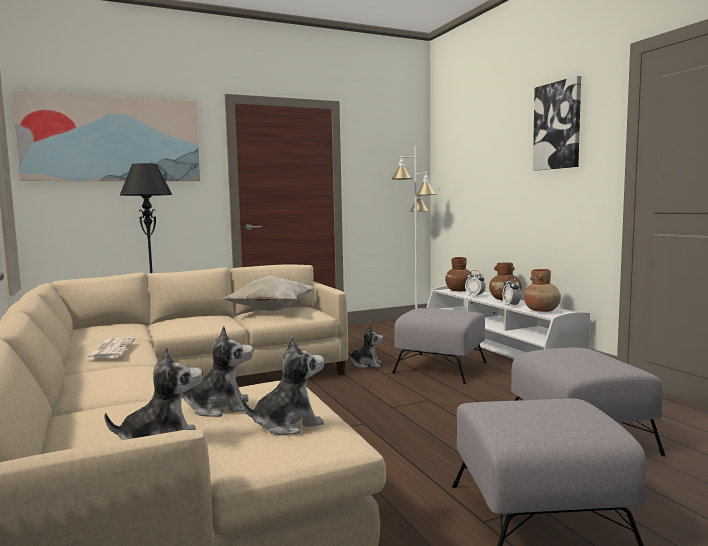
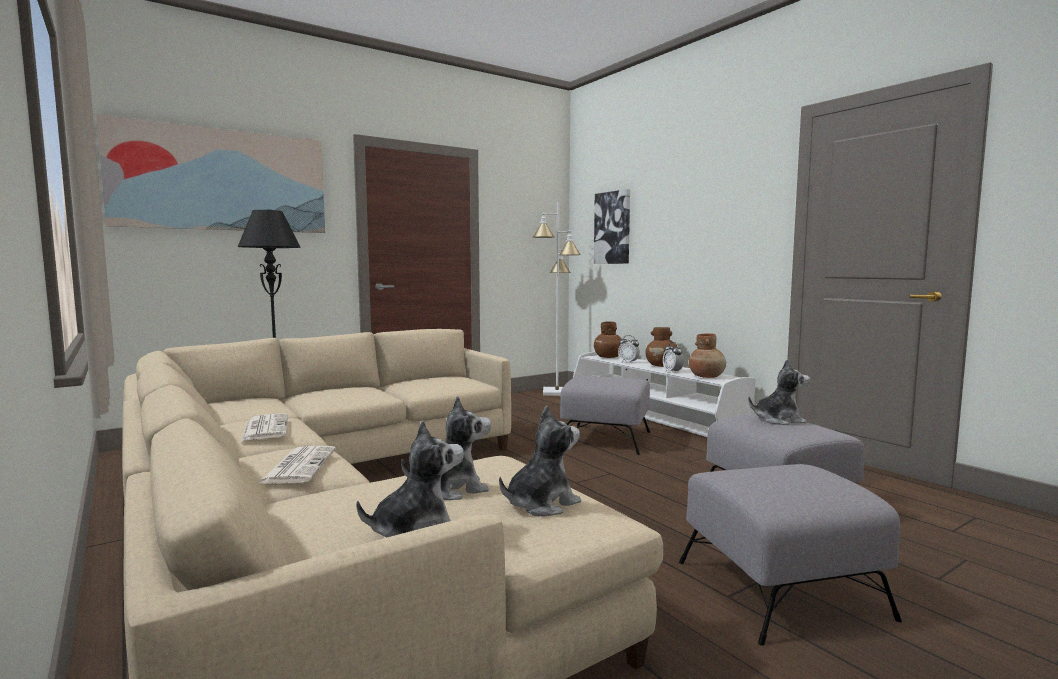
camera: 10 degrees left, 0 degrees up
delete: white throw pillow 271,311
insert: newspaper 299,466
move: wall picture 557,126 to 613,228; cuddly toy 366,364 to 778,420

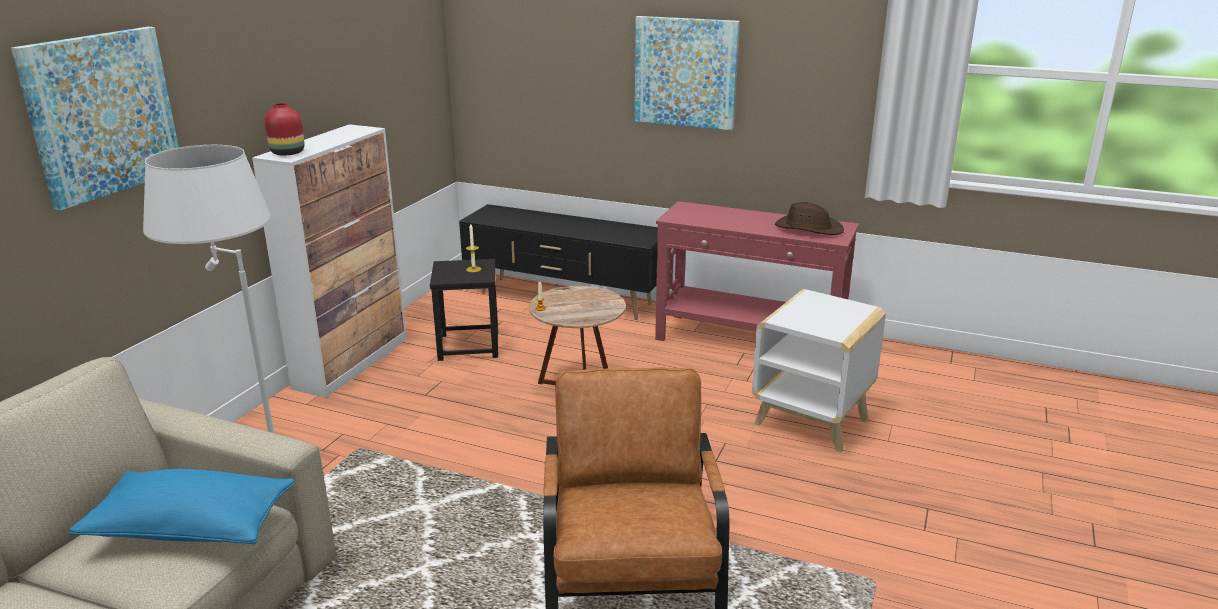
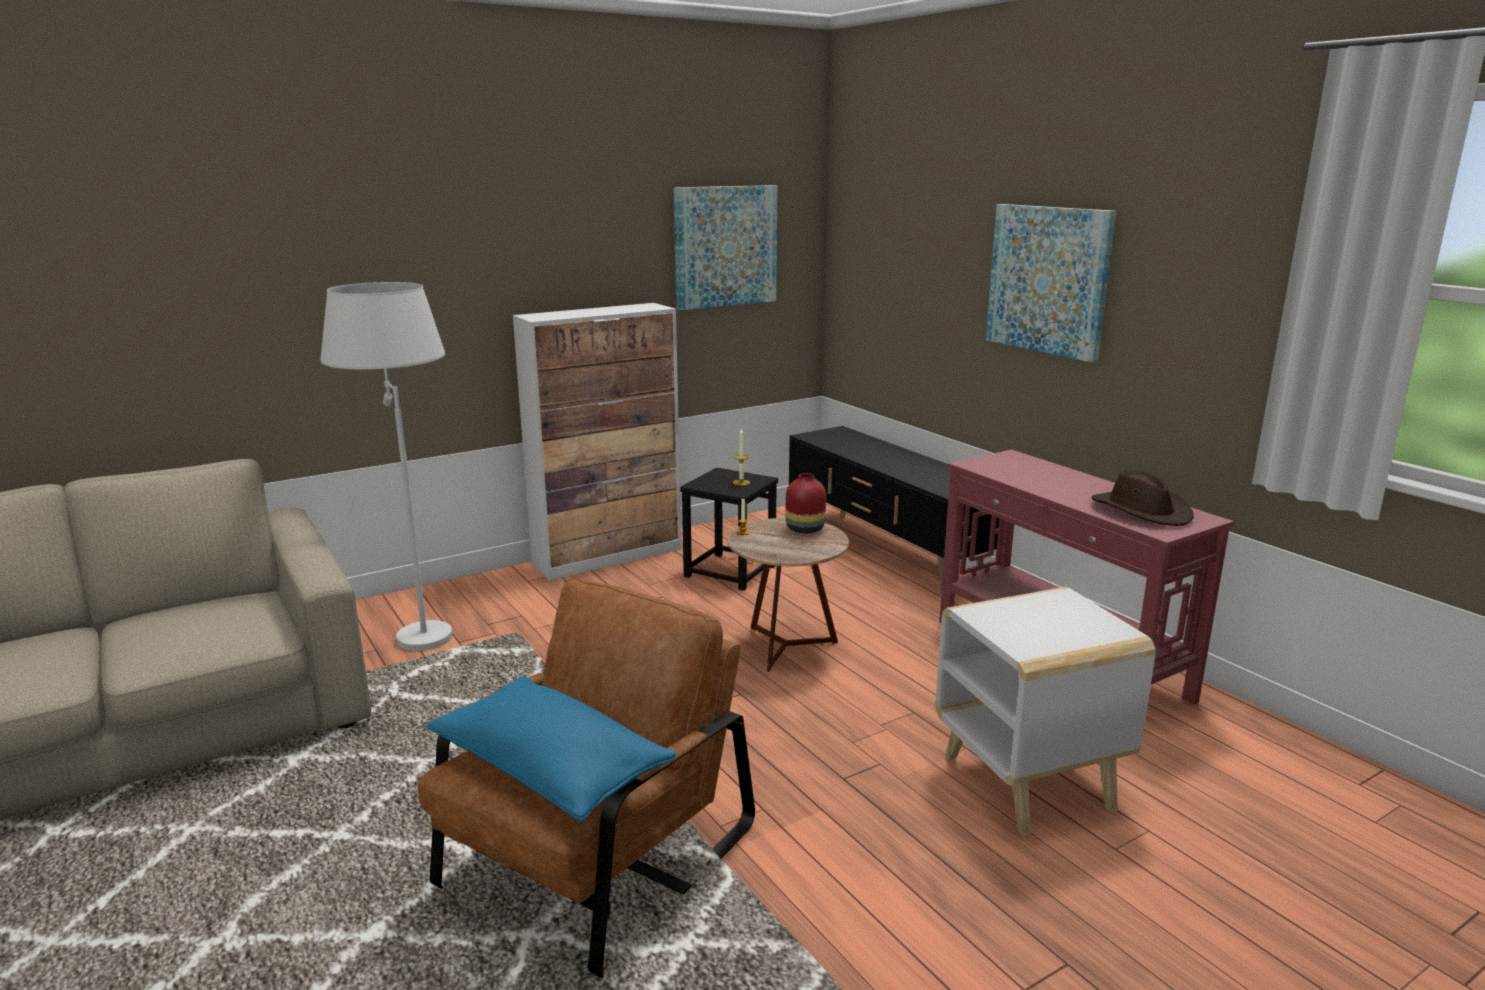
camera: 35 degrees right, 5 degrees down
move: wall picture 102,114 to 725,246; red decorative vase 287,153 to 805,528; blue throw pillow 192,528 to 551,770

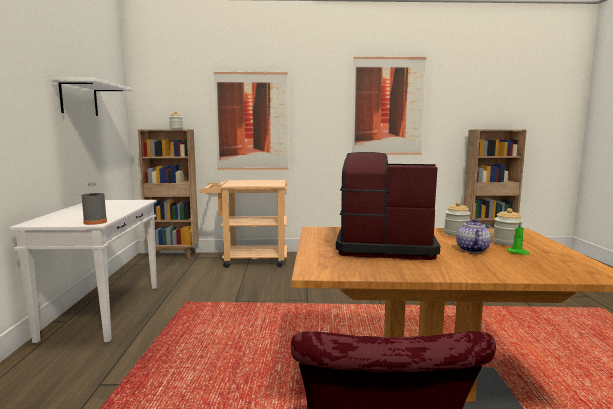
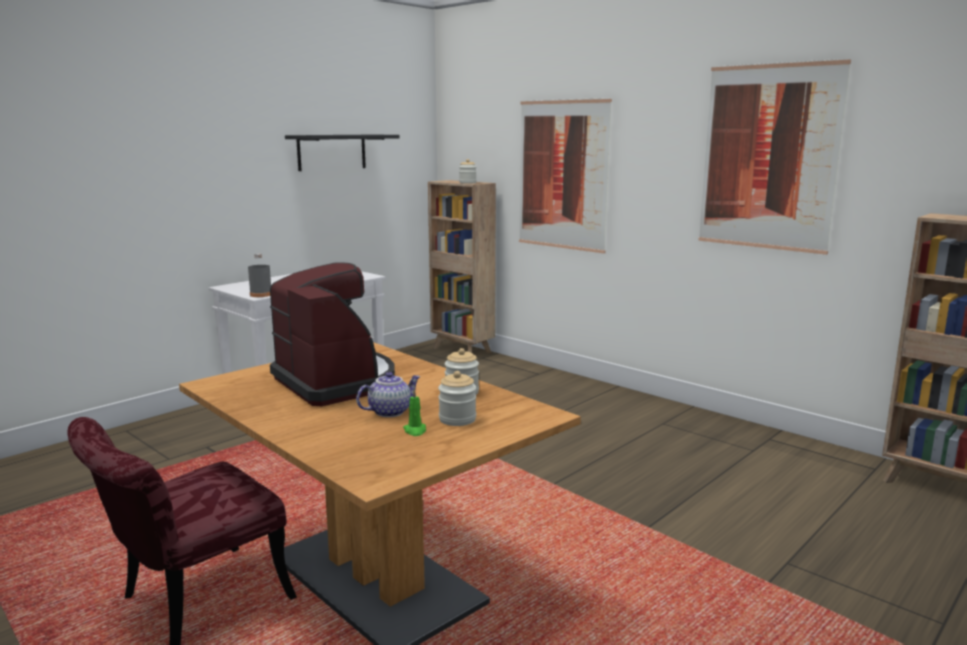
camera: 45 degrees right, 5 degrees up
delete: sand-coloured cart 248,260
recolor: white shelf 79,99 to blackish shelf 332,152

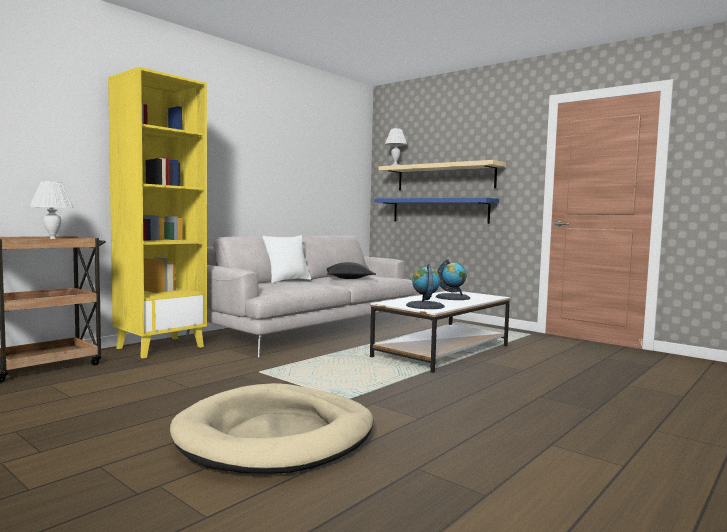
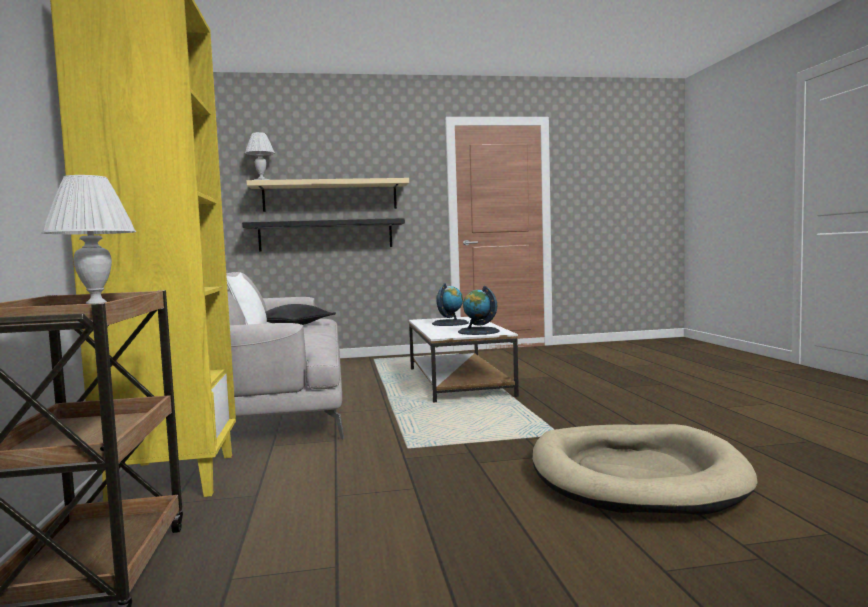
camera: 50 degrees left, 0 degrees up
recolor: blue shelf 439,210 to blackish shelf 326,235

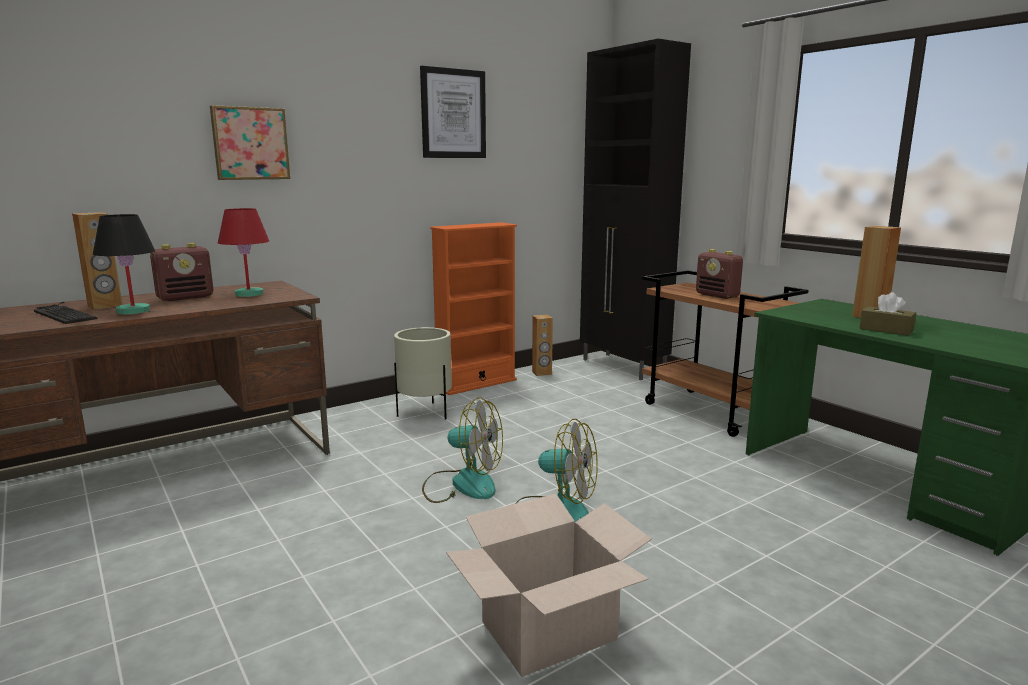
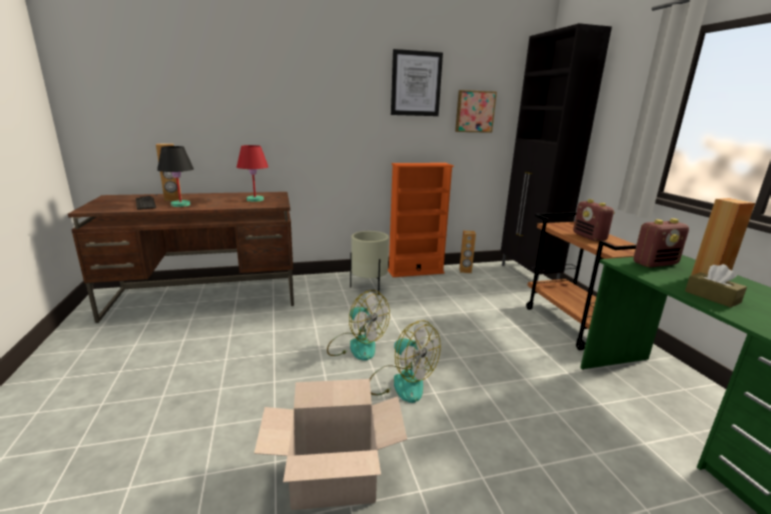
camera: 20 degrees right, 5 degrees up
move: wall picture 250,143 to 474,111; radio receiver 186,297 to 655,264

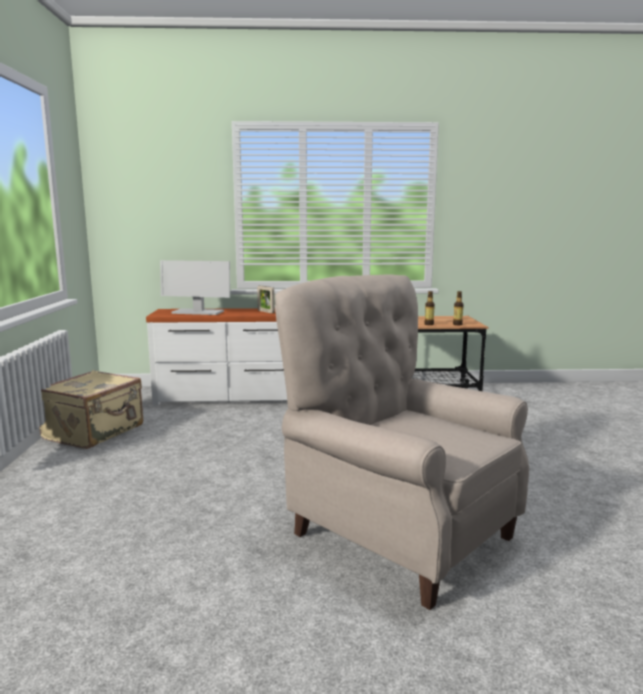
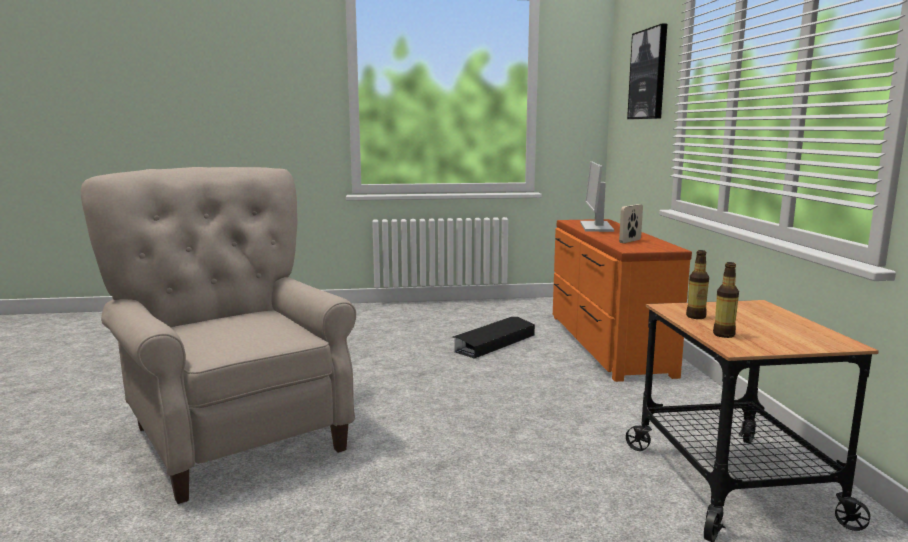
camera: 85 degrees right, 0 degrees up
delete: sand-coloured piece of luggage 95,432
insert: wall picture 648,74; blackish storage container 493,343
recolor: white drawer chest 232,398 to orangey drawer chest 606,344
rotate: sand-coloured armchair 393,532 = 234,435 75 degrees counterclockwise

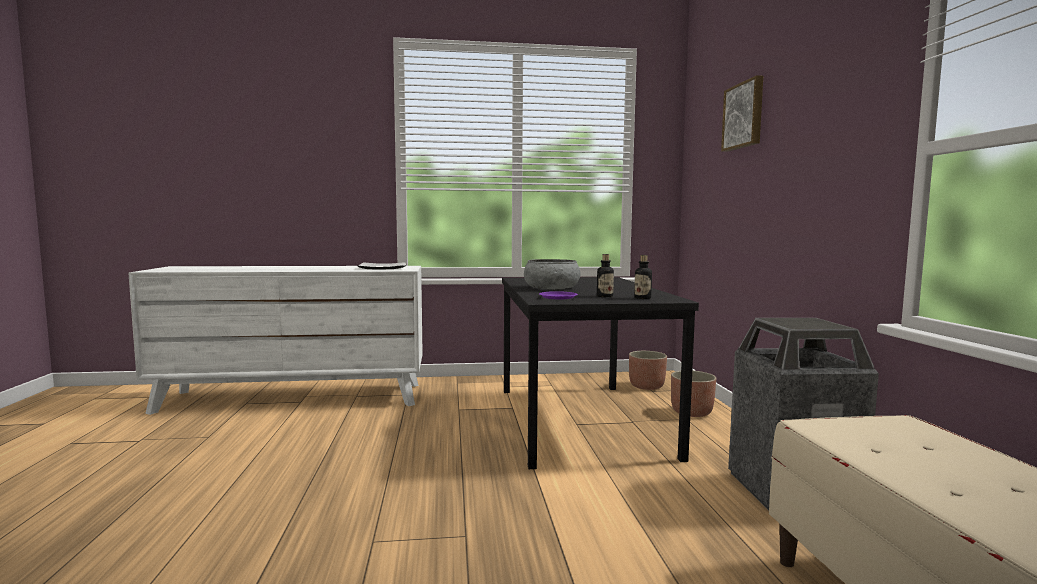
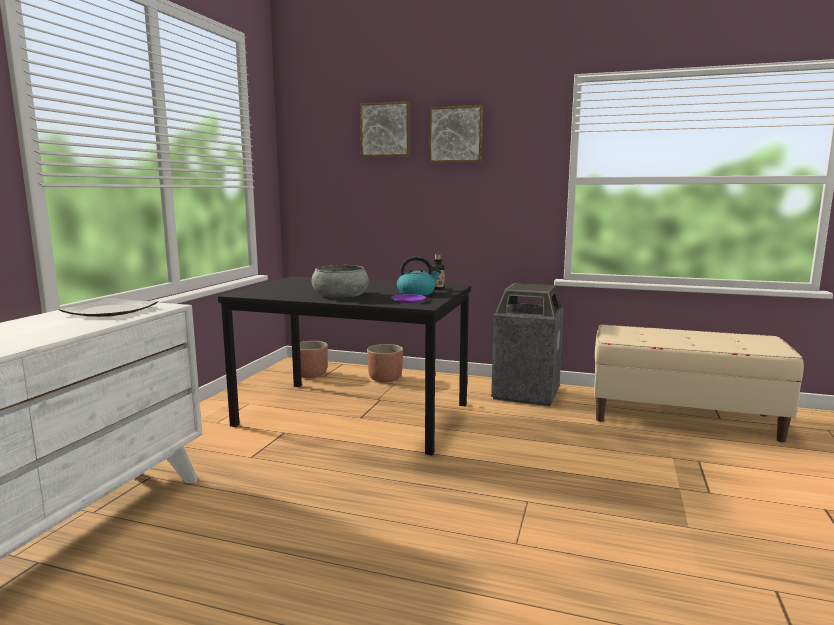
camera: 65 degrees left, 5 degrees up
insert: wall picture 456,134
replace: beverage bottle 604,296 to tea kettle 417,293

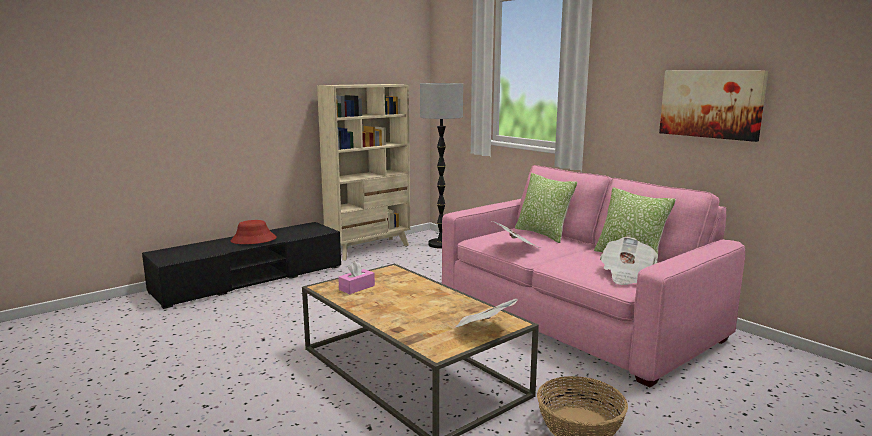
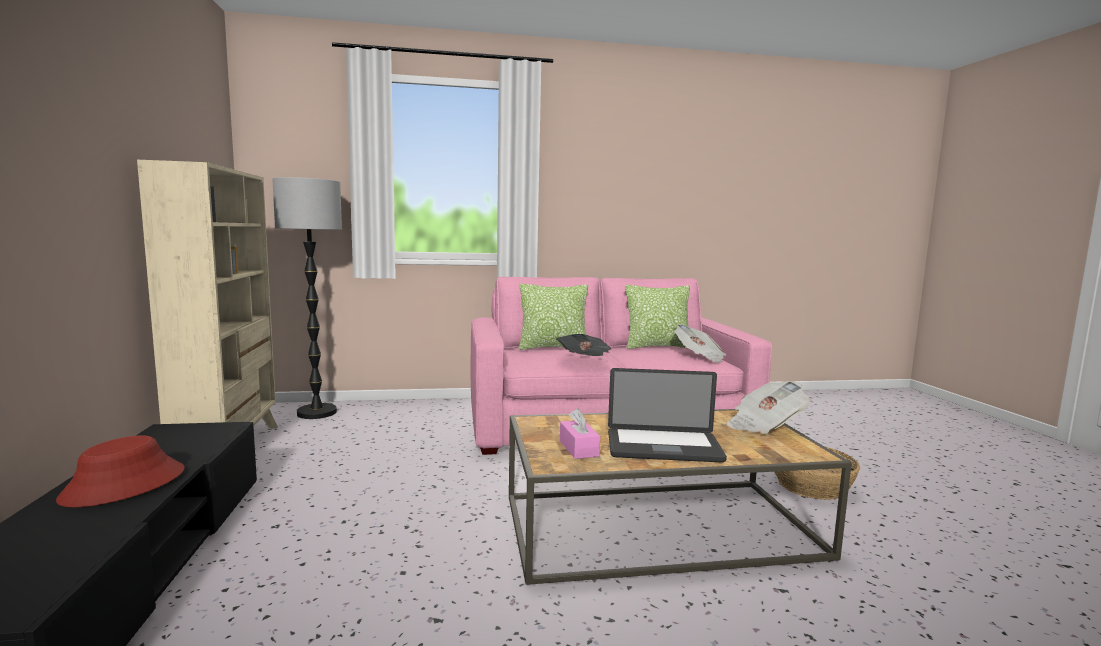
camera: 60 degrees left, 5 degrees down
delete: wall picture 711,104
insert: portable computer 663,447

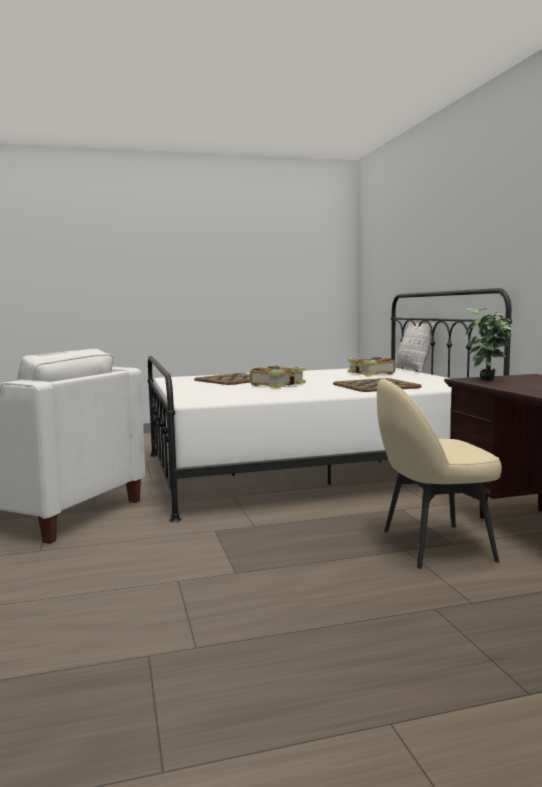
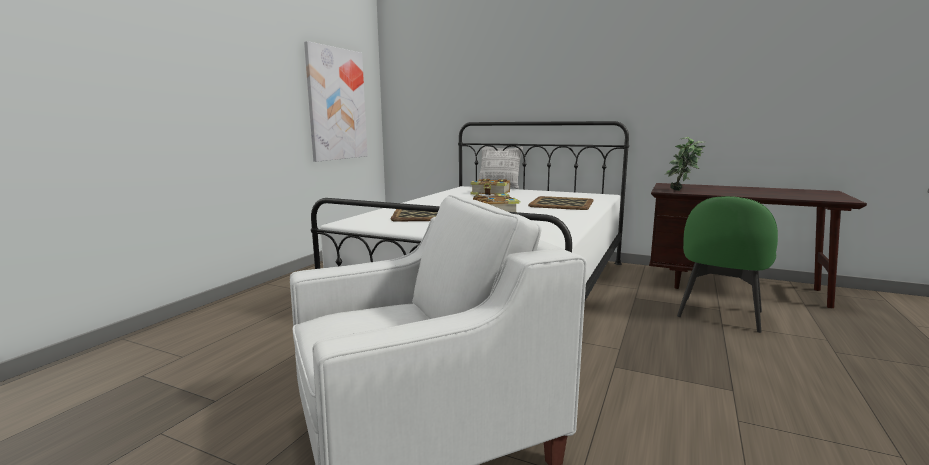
camera: 50 degrees left, 5 degrees up
insert: wall picture 336,104
recolor: sand-coloured chair 433,545 to greenish chair 719,315

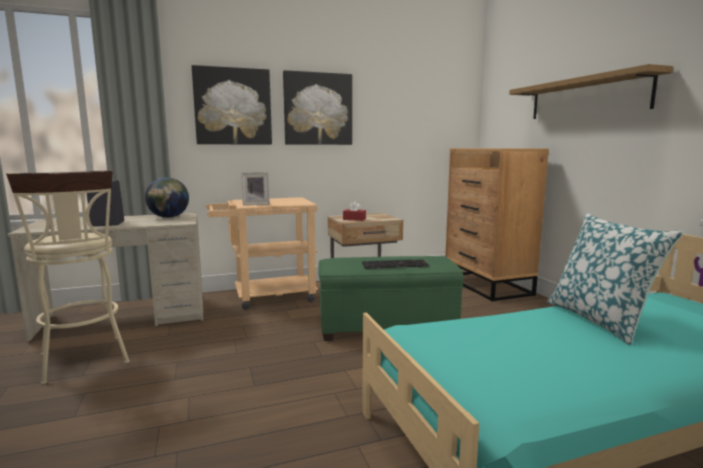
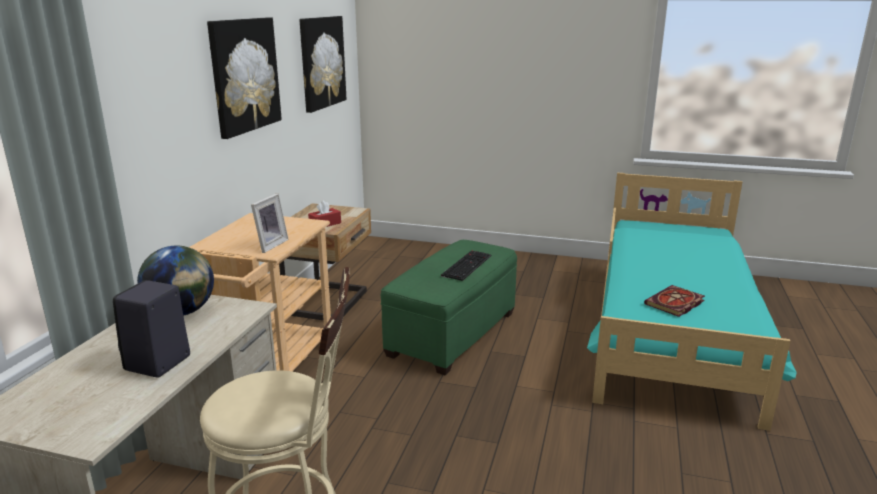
camera: 55 degrees left, 10 degrees up
delete: shelf 586,97; brown-coloured drawer chest 487,285; throw pillow 600,320
insert: volume 675,304
move: wall picture 233,106 to 321,62

